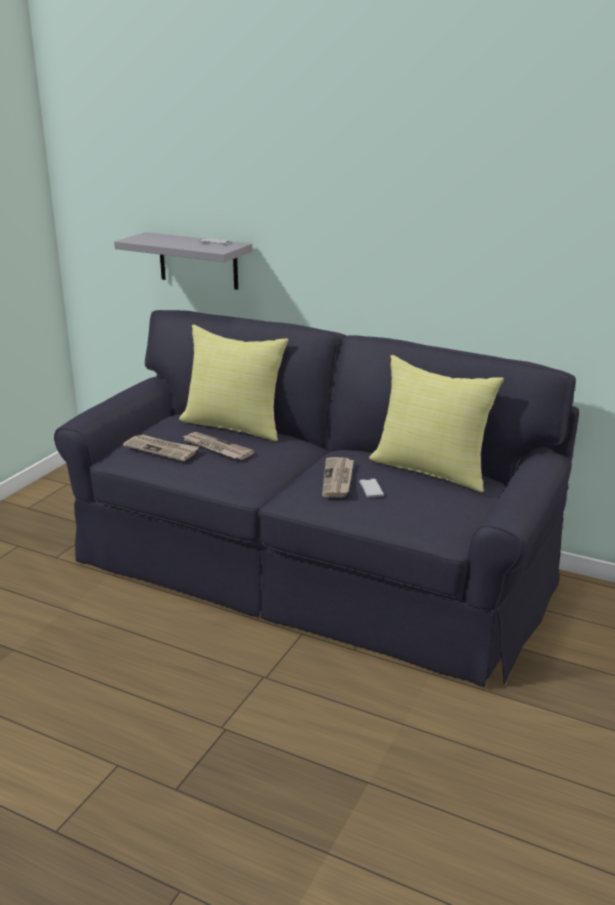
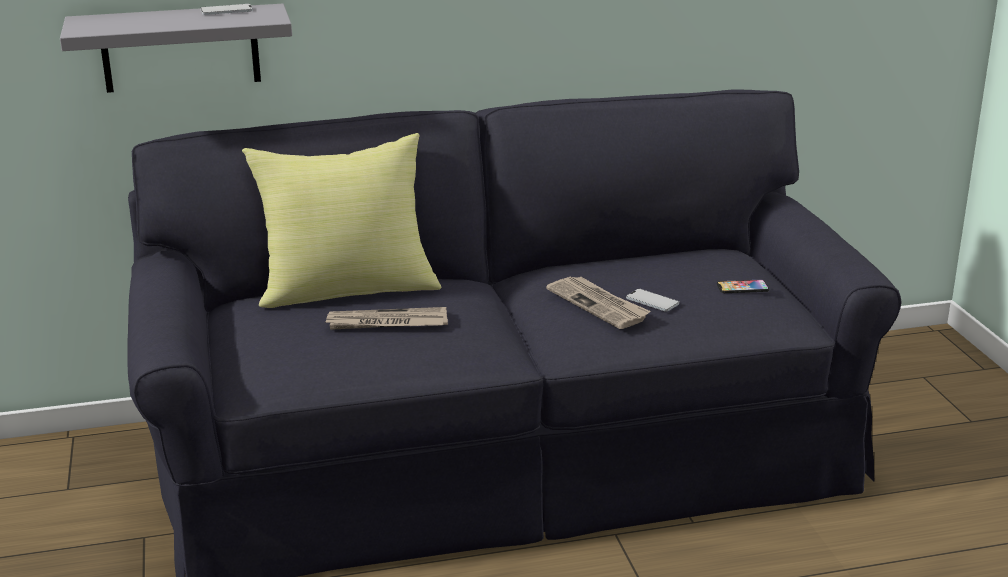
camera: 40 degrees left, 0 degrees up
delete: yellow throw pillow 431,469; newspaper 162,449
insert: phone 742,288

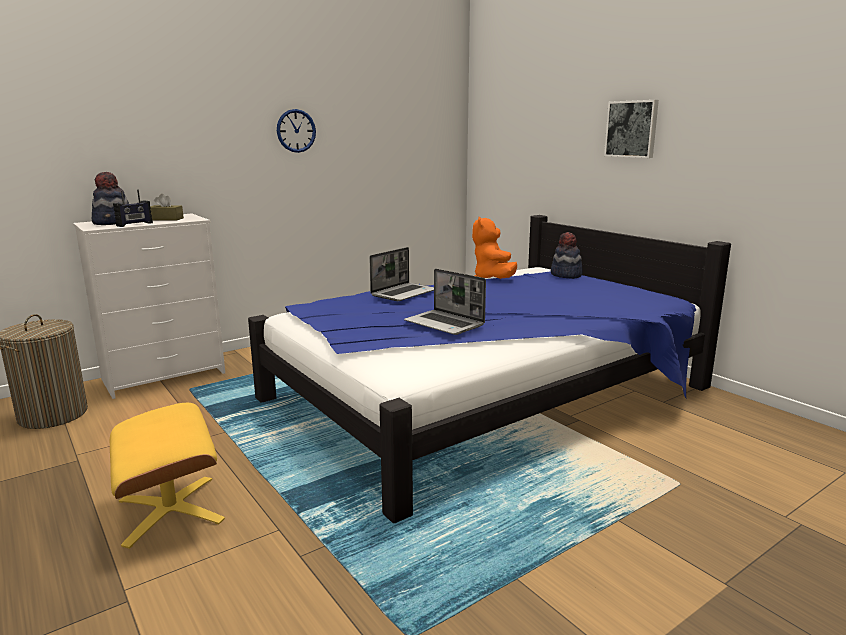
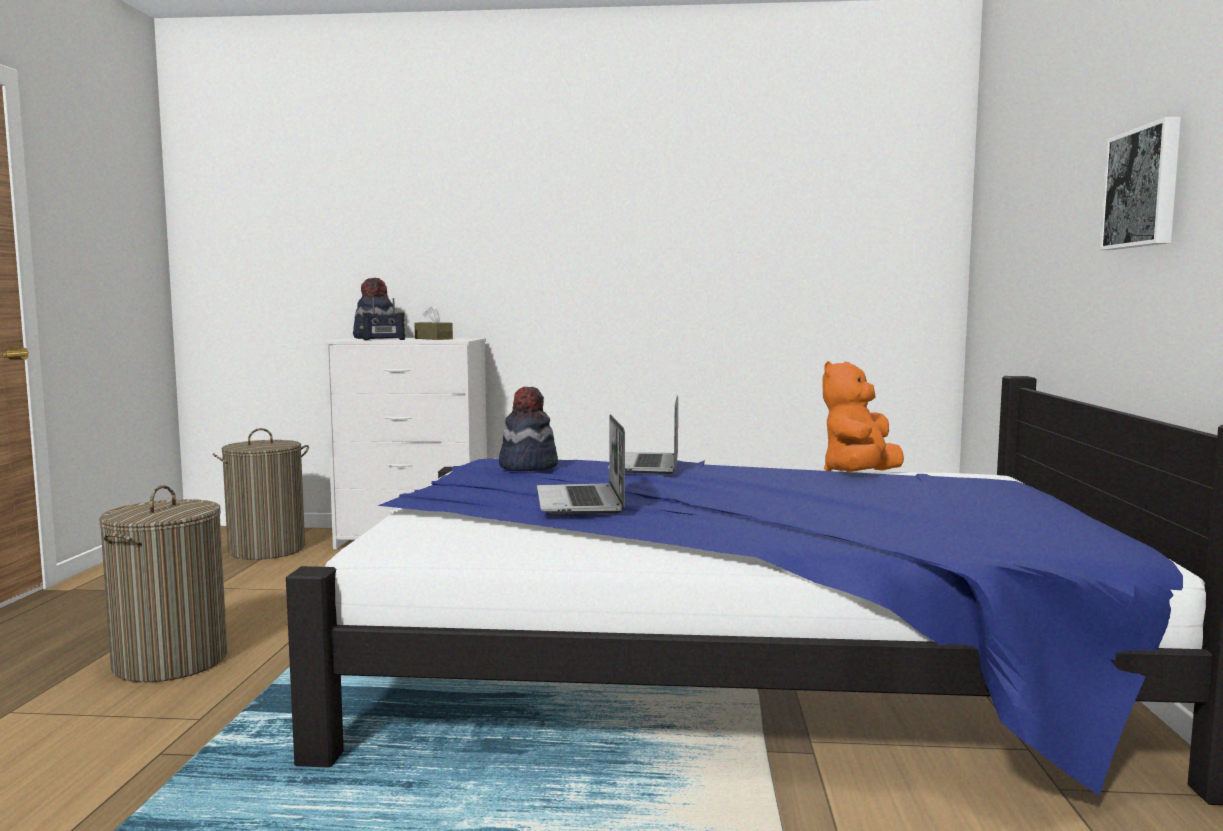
camera: 40 degrees right, 10 degrees down
delete: wall clock 296,131
move: wearable hat 566,275 to 527,466
replace: yellow footrest 171,510 to washing basket 170,661
rotate: portable computer 404,293 = 646,465 105 degrees clockwise

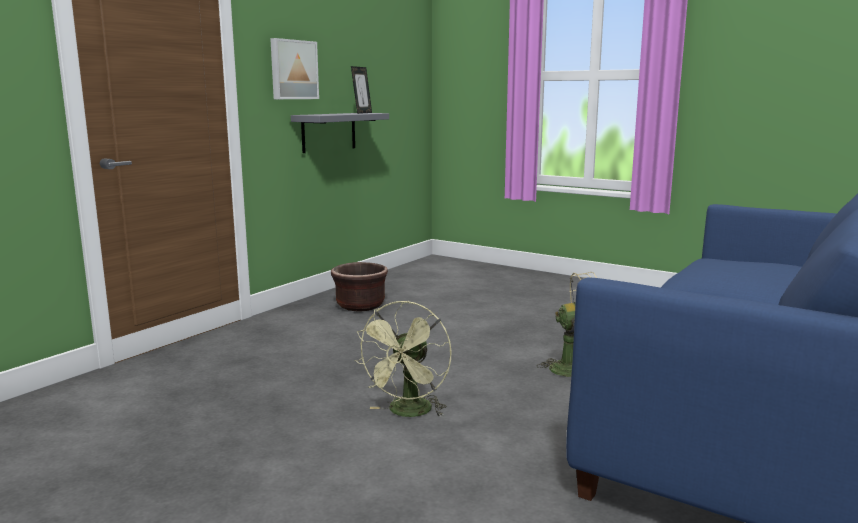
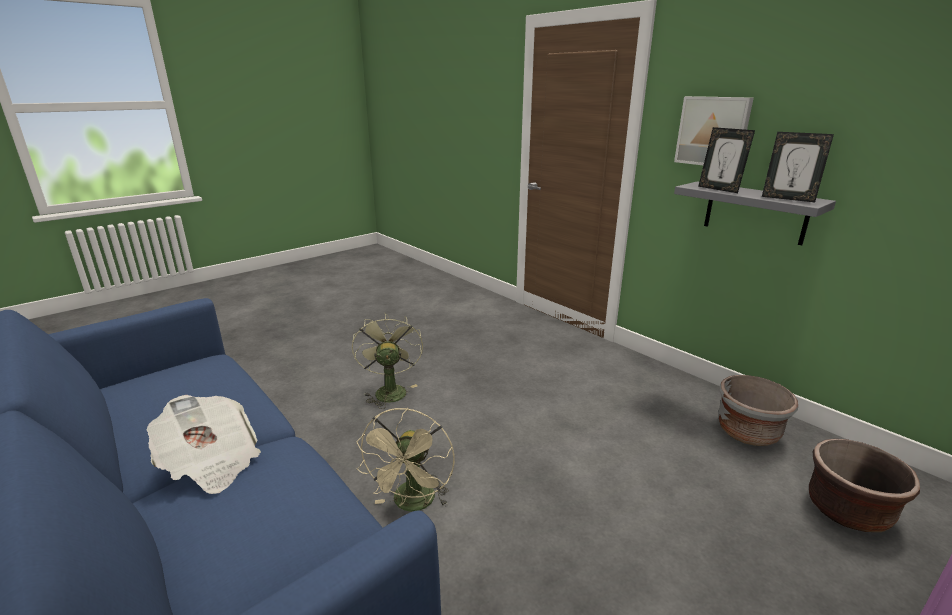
camera: 105 degrees right, 10 degrees up
insert: photo frame 719,189; gray flower pot 747,431; newspaper 211,462
move: brown-coloured flower pot 360,306 to 848,510
rotate: greenish fan 408,413 = 389,390 45 degrees clockwise

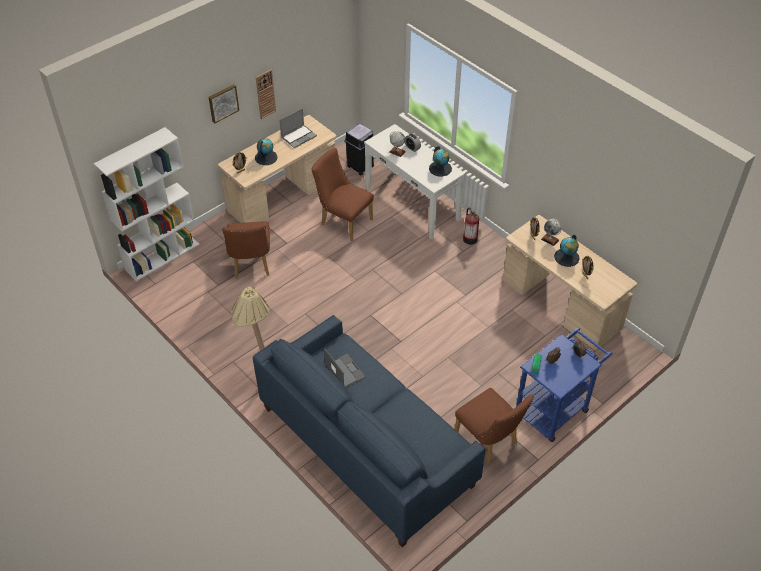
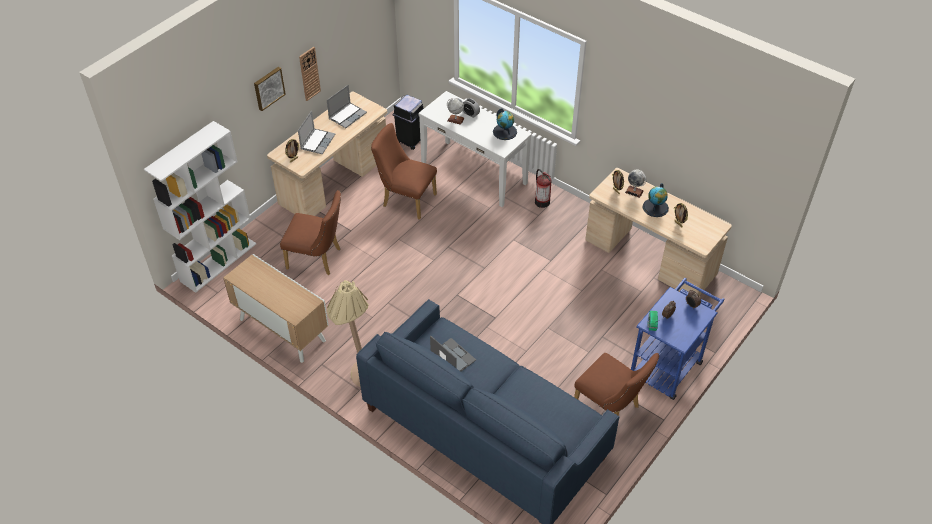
camera: 10 degrees left, 0 degrees up
insert: cupboard 281,330
replace: world globe 266,157 to portable computer 317,142
rotate: brown-coloured chair 251,265 = 318,259 60 degrees counterclockwise

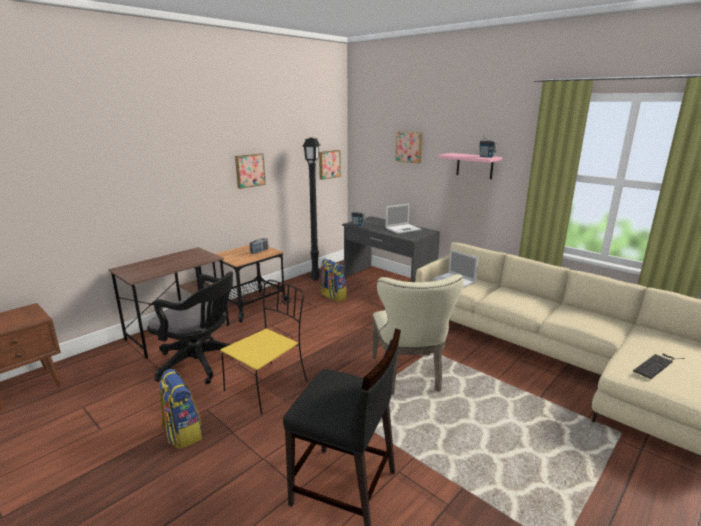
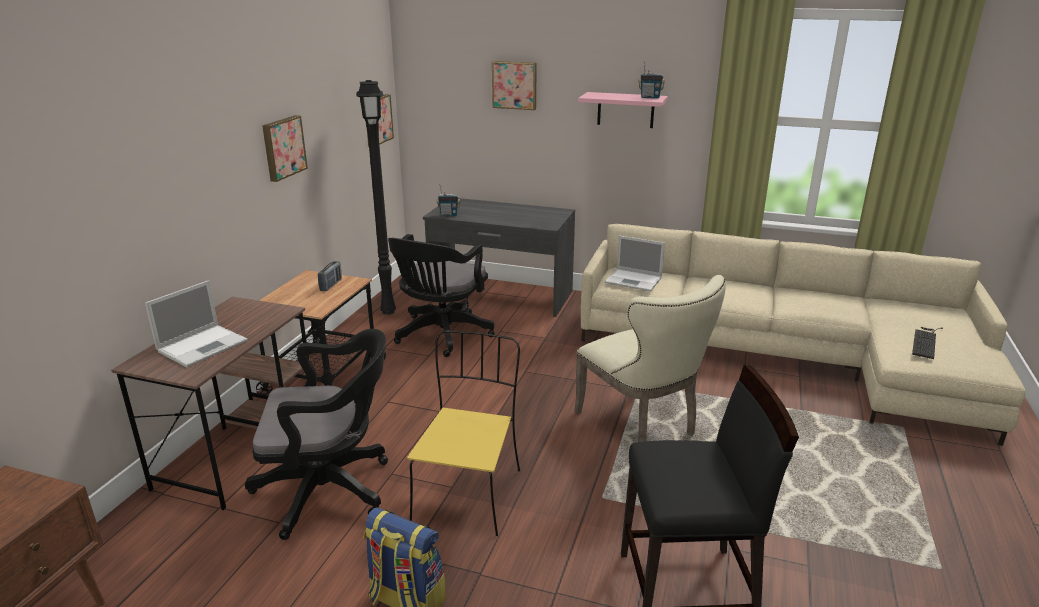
camera: 25 degrees left, 5 degrees up
move: portable computer 403,229 to 204,345
replace: knapsack 332,297 to blackish office chair 441,335

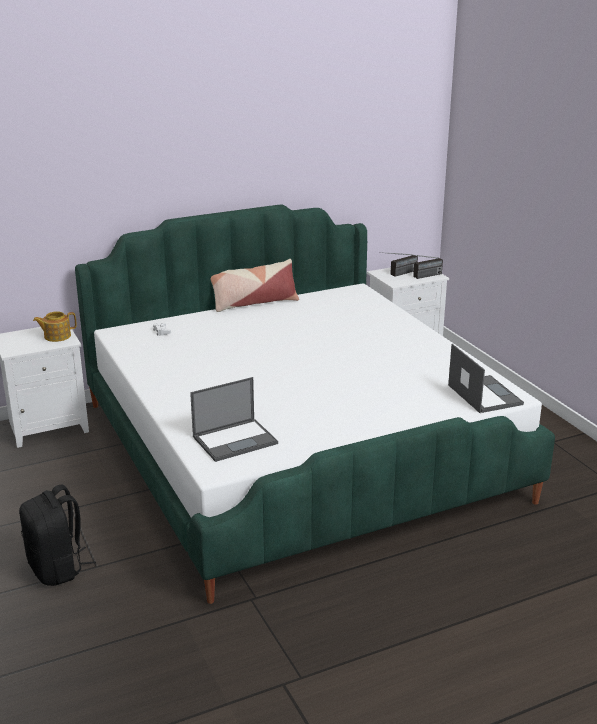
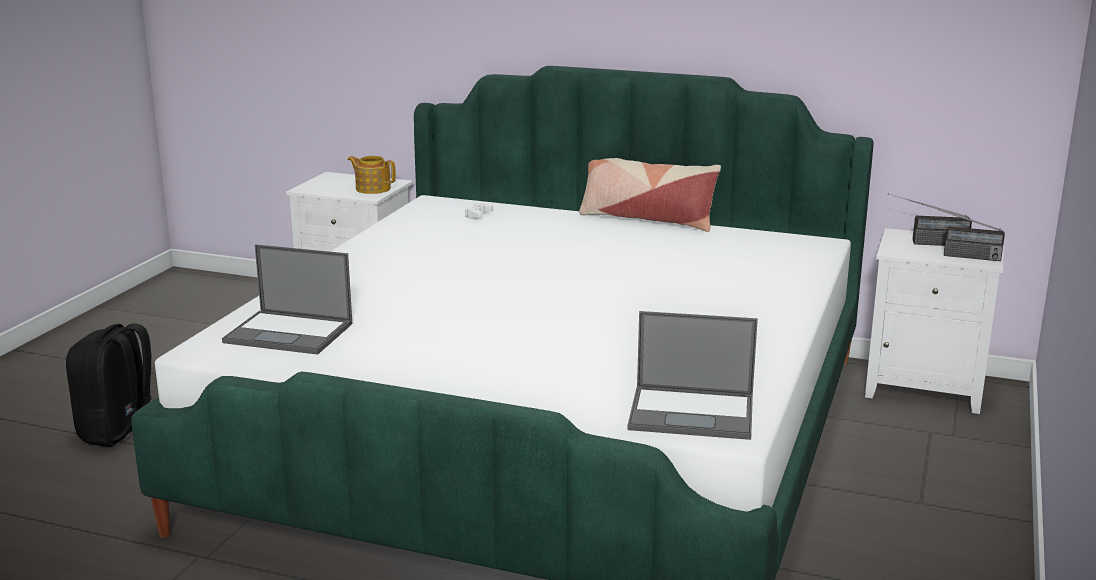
camera: 45 degrees right, 5 degrees down
rotate: portable computer 484,394 = 693,413 75 degrees clockwise

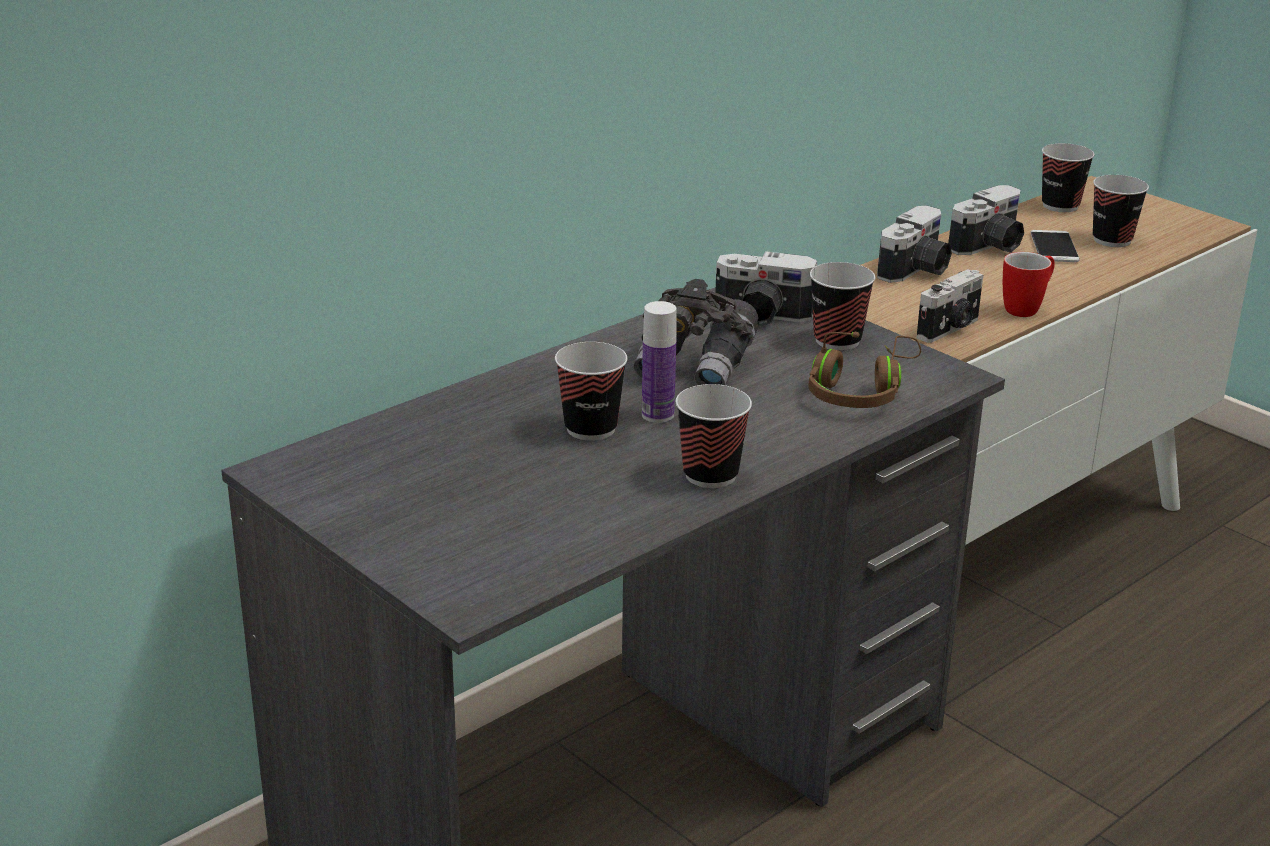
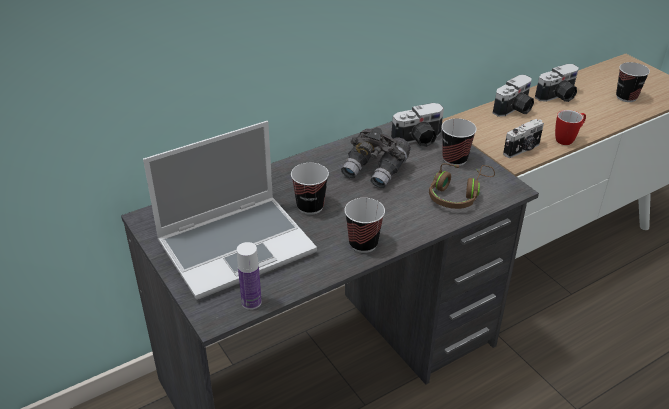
camera: 10 degrees right, 10 degrees up
delete: drinking cup 1060,206; phone 1054,247
insert: portable computer 237,246
move: beverage bottle 657,415 to 251,302
rotate: photo camera 761,316 = 419,140 45 degrees counterclockwise

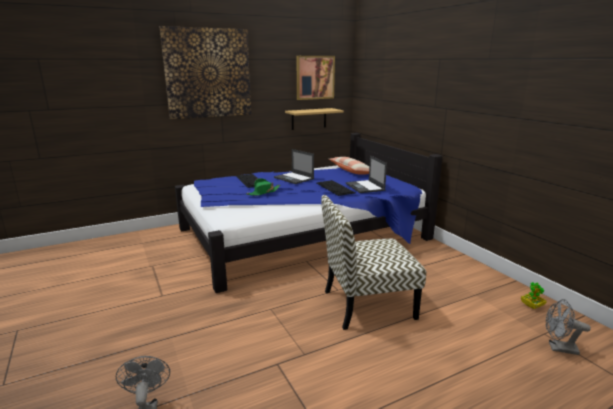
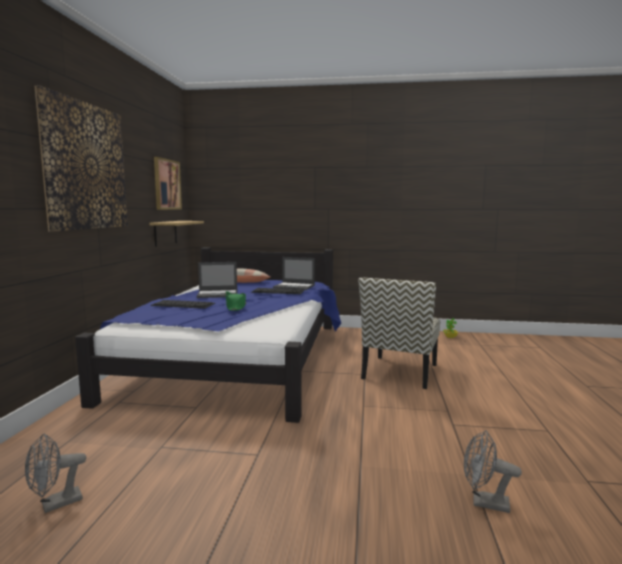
camera: 55 degrees left, 10 degrees down
move: gray fan 558,348 to 55,504

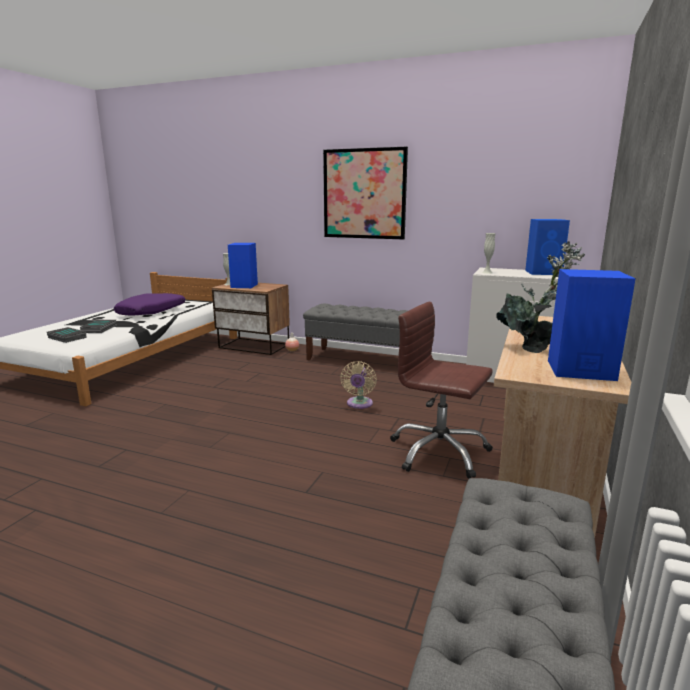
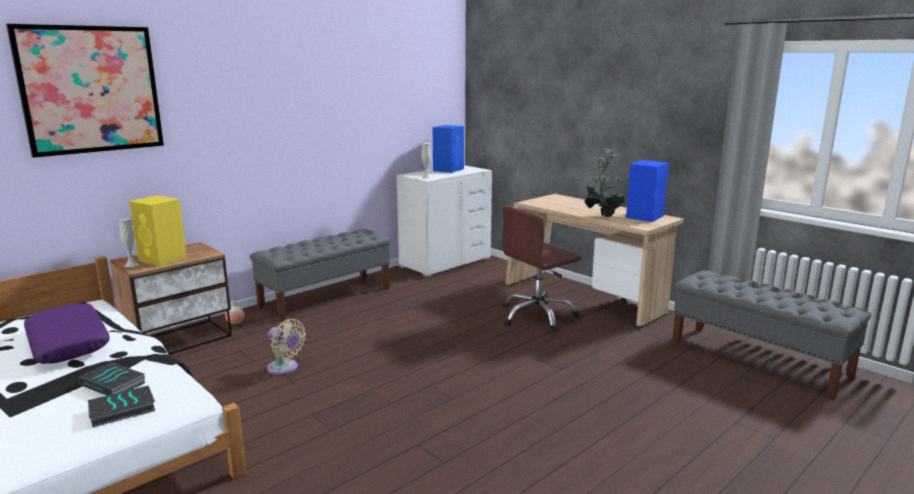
camera: 65 degrees left, 0 degrees up
move: wall picture 364,194 to 91,89; sand-coloured fan 359,404 to 285,368
recolor: blue loudspeaker 244,286 to yellow loudspeaker 163,259

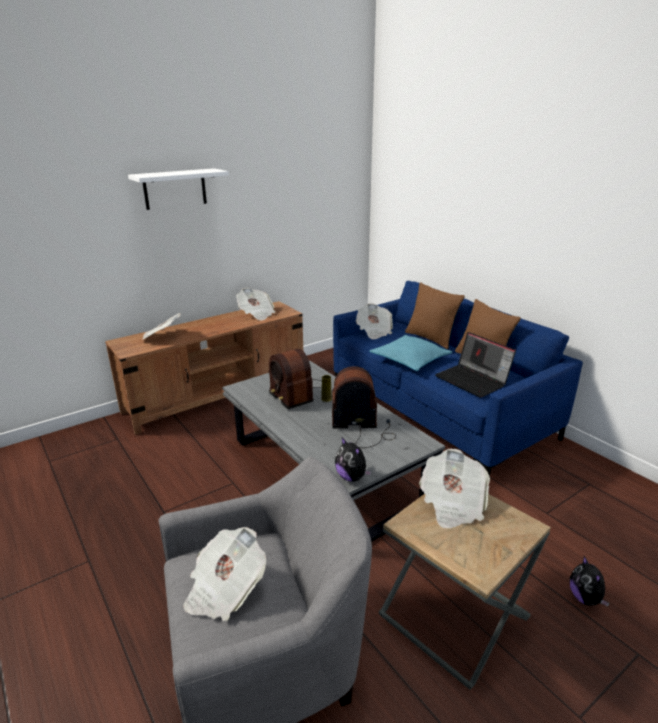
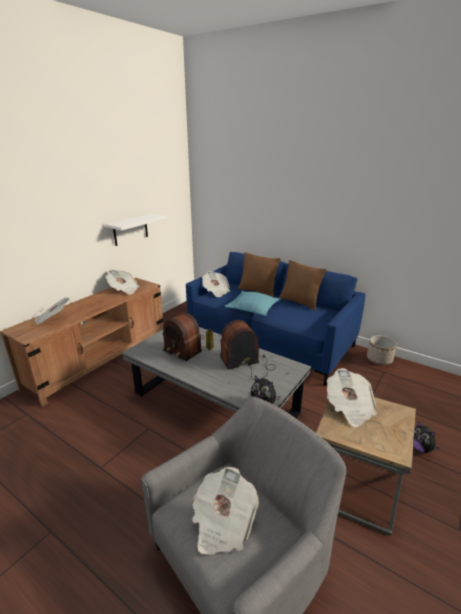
camera: 20 degrees left, 0 degrees up
delete: portable computer 473,380
insert: flower pot 379,359
move: white shelf 175,189 to 130,229

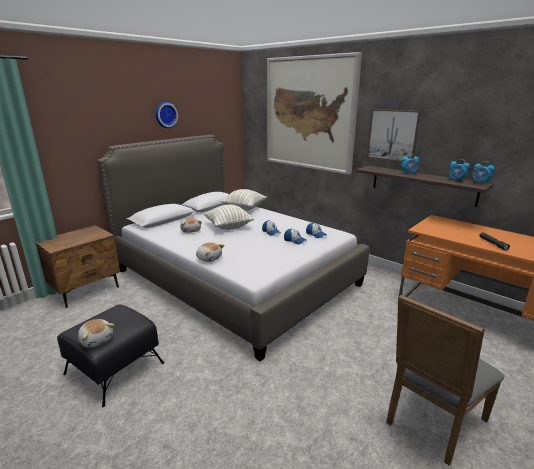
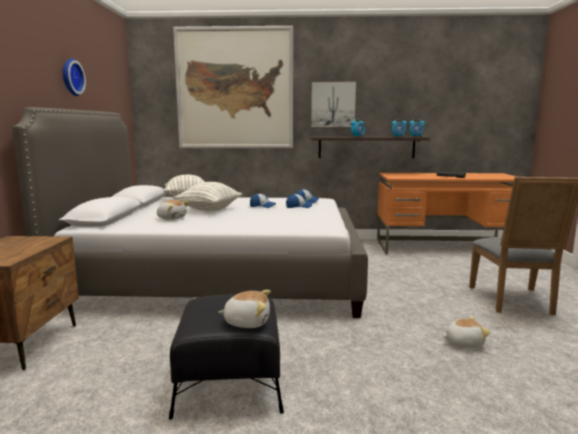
camera: 40 degrees left, 10 degrees down
move: cuddly toy 209,258 to 463,343

